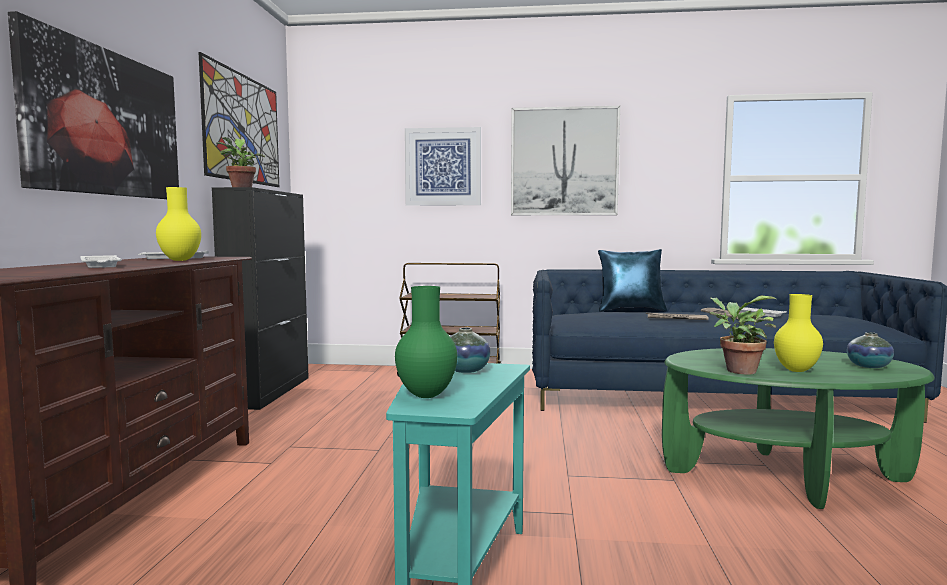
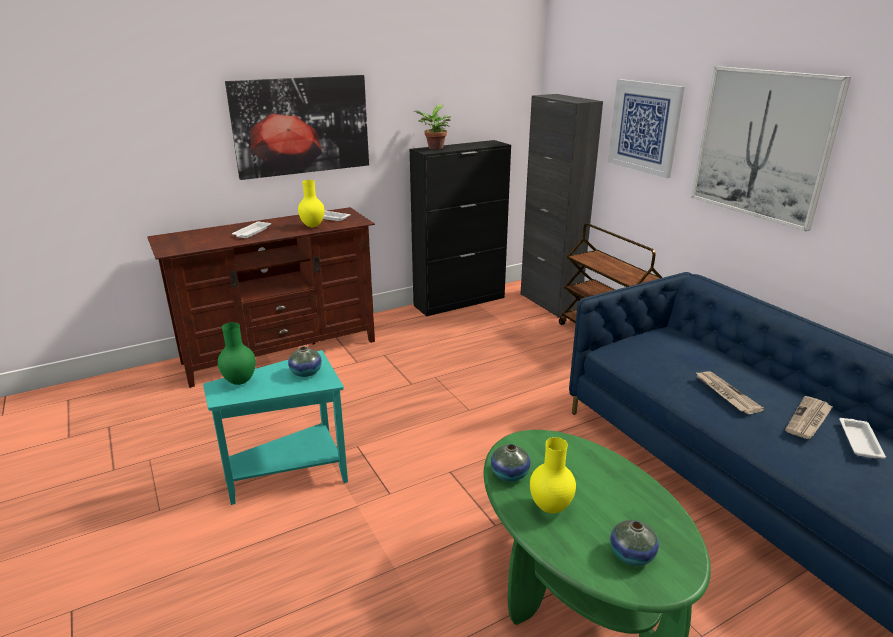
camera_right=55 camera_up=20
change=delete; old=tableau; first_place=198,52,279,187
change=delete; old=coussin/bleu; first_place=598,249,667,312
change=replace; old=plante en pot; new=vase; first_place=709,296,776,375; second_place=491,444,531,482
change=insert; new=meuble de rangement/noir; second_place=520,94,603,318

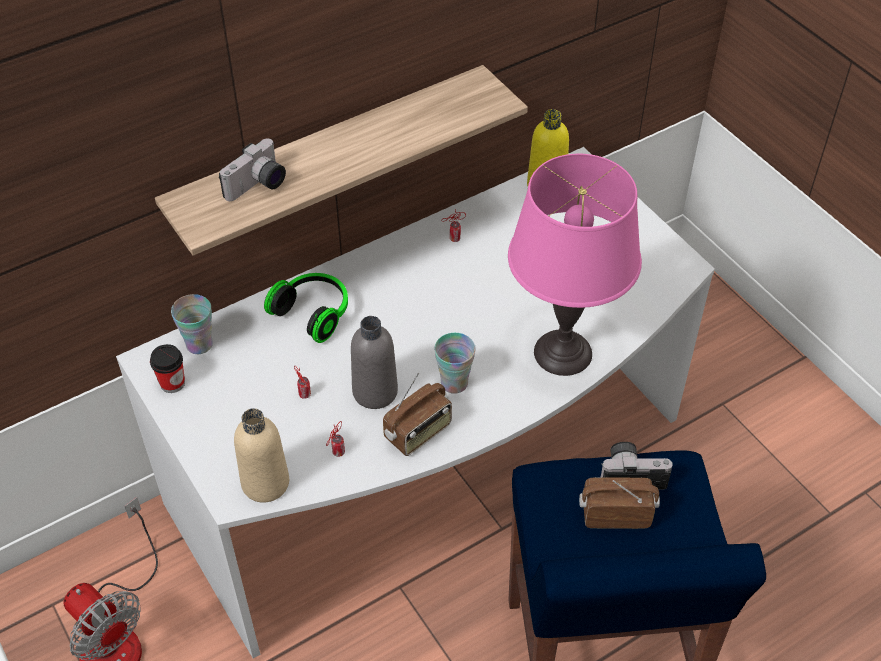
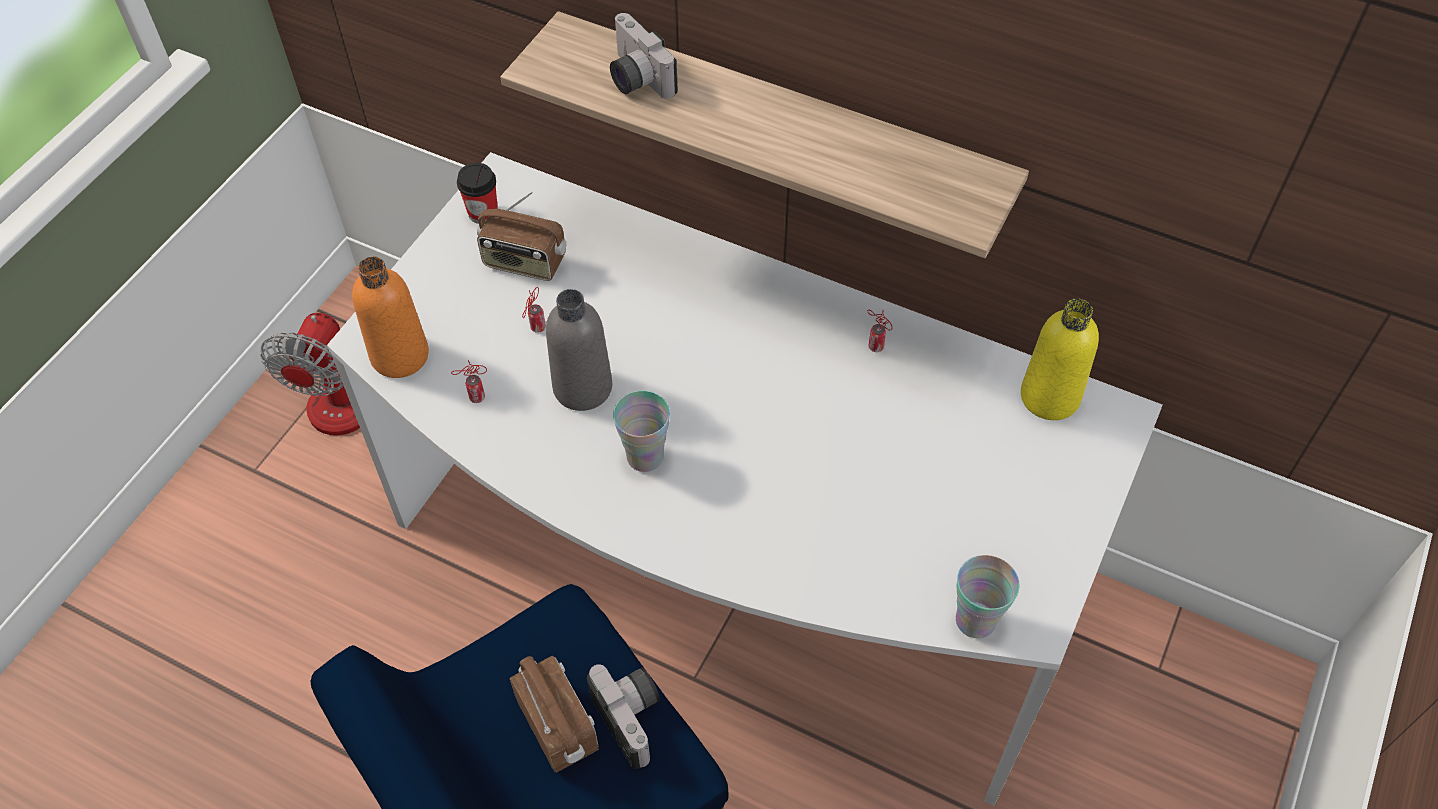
camera_right=60 camera_up=5
change=rotate; old=appareil photo; first_place=219,138,286,201; second_place=610,13,678,99; degrees=45
change=delete; old=lampe de table/rose; first_place=508,154,642,376
change=delete; old=casque audio; first_place=264,273,348,343
change=move; old=tasse; first_place=171,294,213,354; second_place=956,555,1019,639
change=move; old=radio; first_place=383,373,452,456; second_place=477,192,566,281
change=recolor; old=bouteille/beige; new=bouteille/orange; first_place=234,408,289,503; second_place=352,256,429,378

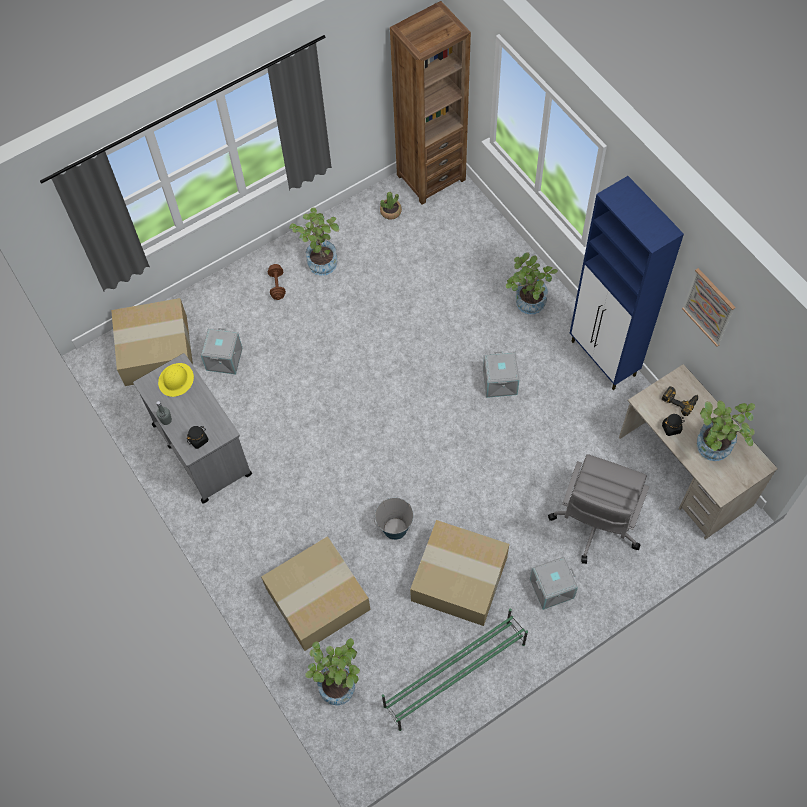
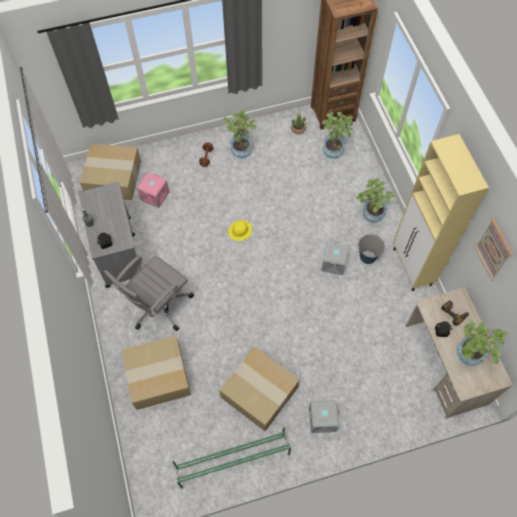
camera_right=15 camera_up=0
change=recolor; old=meuble de rangement/bleu; new=meuble de rangement/beige; first_place=570,176,684,390; second_place=393,134,489,291
change=recolor; old=boîte de rangement/gris; new=boîte de rangement/rose; first_place=201,328,243,374; second_place=137,172,169,208
change=move; old=casque de chantier/jaune; first_place=158,363,194,397; second_place=228,220,252,241
change=move; old=chaise de bureau/gris; first_place=548,454,649,564; second_place=104,255,194,331
change=move; old=seau; first_place=374,498,414,540; second_place=357,234,385,264
change=move; old=plante en pot; first_place=305,638,360,706; second_place=322,112,353,159

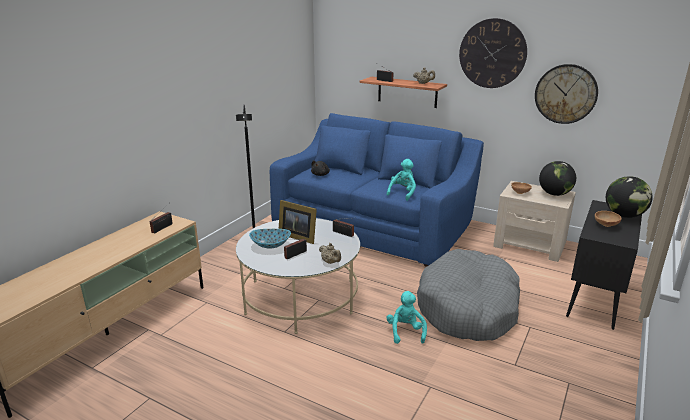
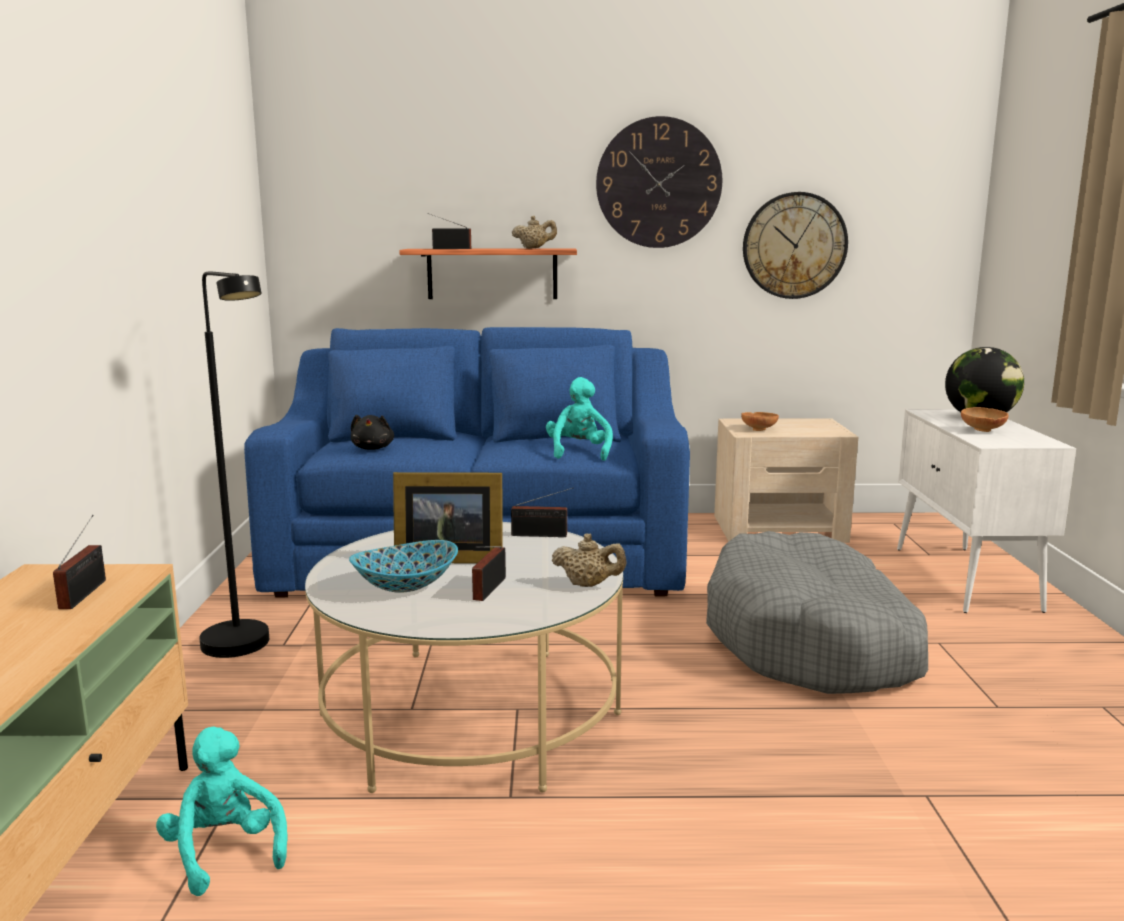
camera_right=-30 camera_up=-10
change=delete; old=globe; first_place=539,161,576,196
change=recolor; old=meuble de rangement/noir; new=meuble de rangement/blanc; first_place=566,200,642,330; second_place=897,409,1076,613
change=move; old=peluche/turquoise; first_place=386,291,427,344; second_place=156,726,288,896

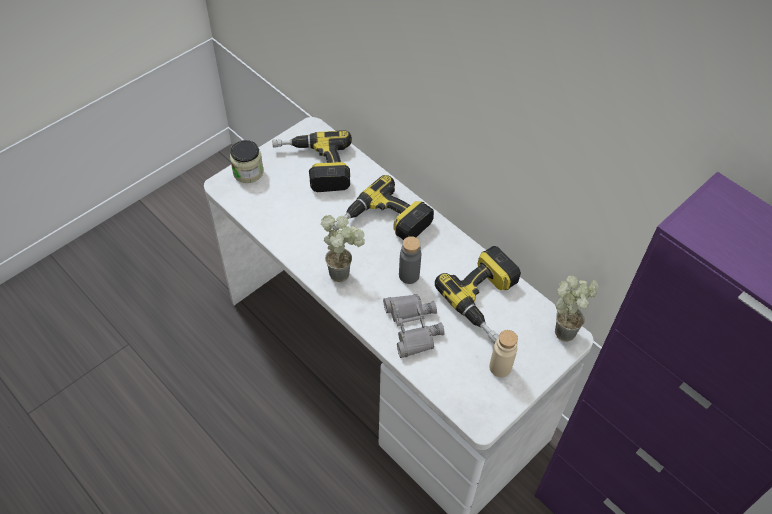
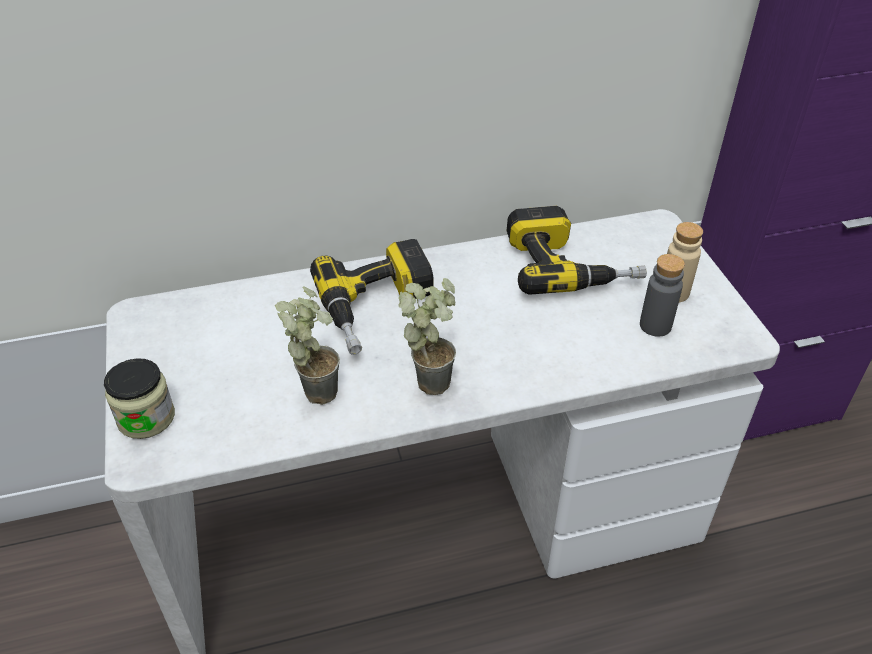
camera_right=-60 camera_up=-10
change=delete; old=perceuse; first_place=272,130,352,192
change=move; old=bouteille/gris; first_place=399,236,421,284; second_place=640,254,685,337
change=move; old=plante en pot; first_place=555,276,599,342; second_place=275,286,340,405
change=delete; old=jumelles/gris; first_place=383,294,445,358

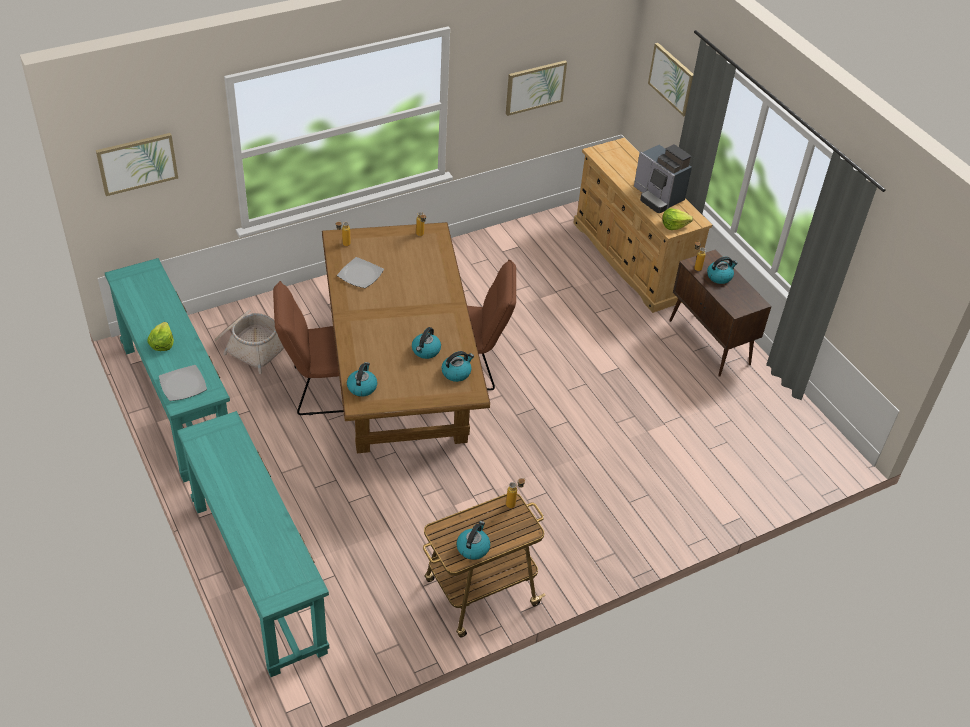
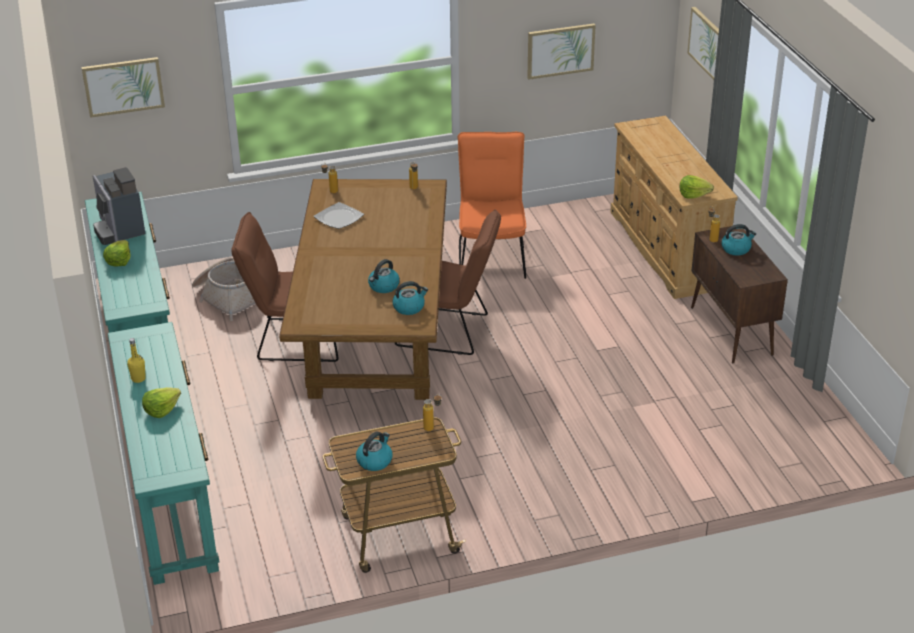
camera_right=15 camera_up=-10
change=move; old=machine à café; first_place=634,144,692,213; second_place=93,167,146,245
change=delete; old=bouilloire; first_place=347,362,377,397
change=delete; old=assiette; first_place=159,365,207,401
change=insert; new=chaise/orange; second_place=458,132,526,279
change=insert; new=bouteille/jaune; second_place=127,338,146,383
change=insert; new=laitue; second_place=142,387,181,418

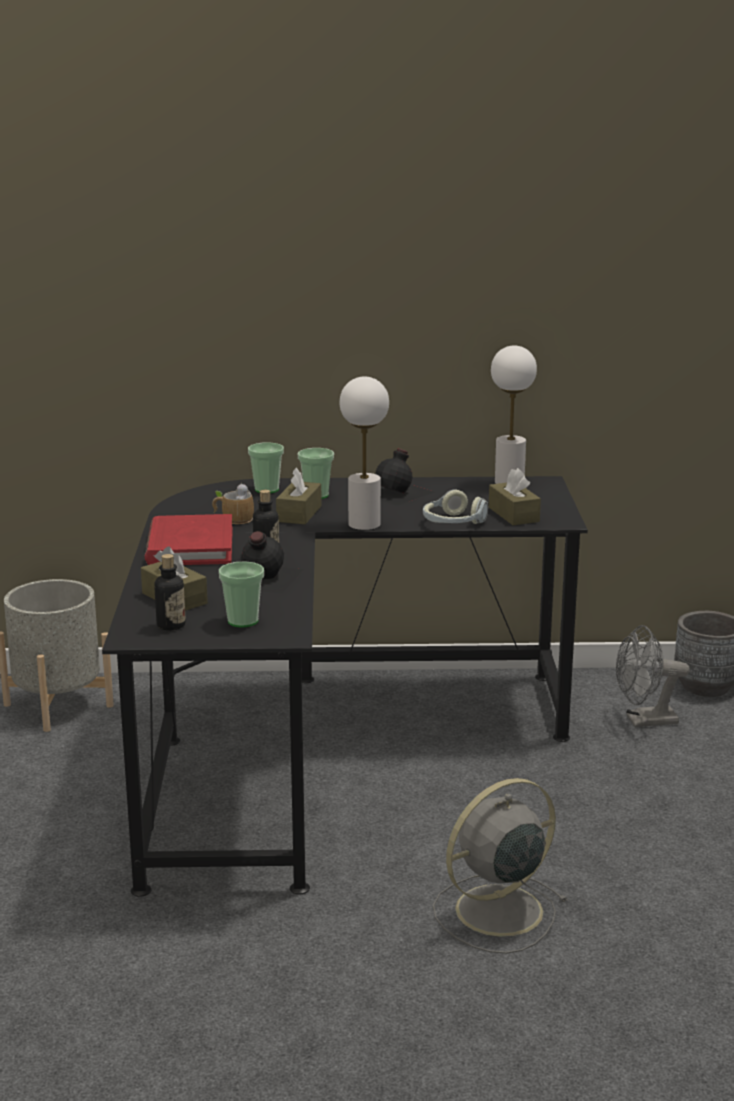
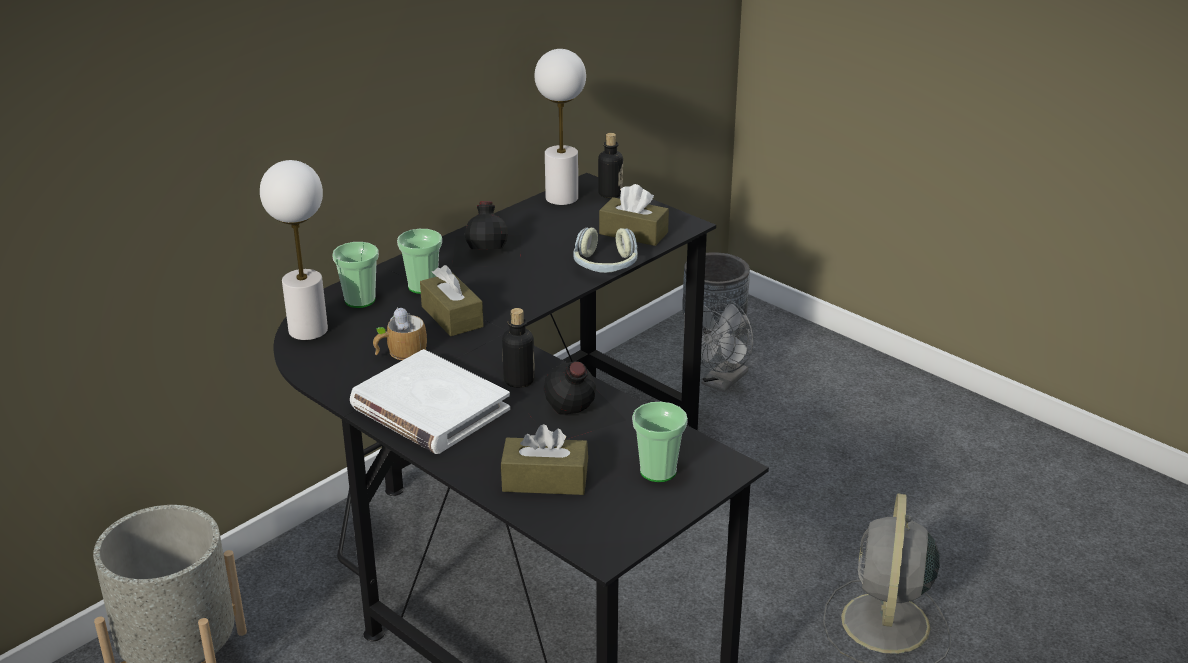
camera_right=-45 camera_up=10
change=move; old=lampe de table/blanc; first_place=340,376,389,530; second_place=260,160,328,340
change=recolor; old=livre/rouge; new=livre/blanc; first_place=145,514,233,565; second_place=350,349,510,454
change=move; old=bouteille; first_place=154,554,186,630; second_place=598,133,623,198

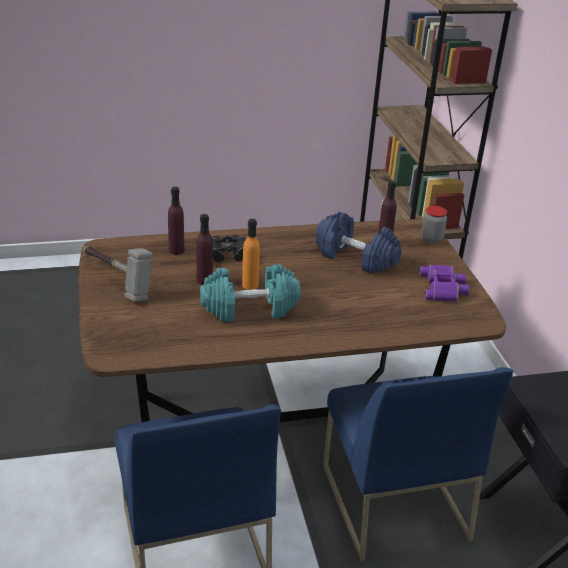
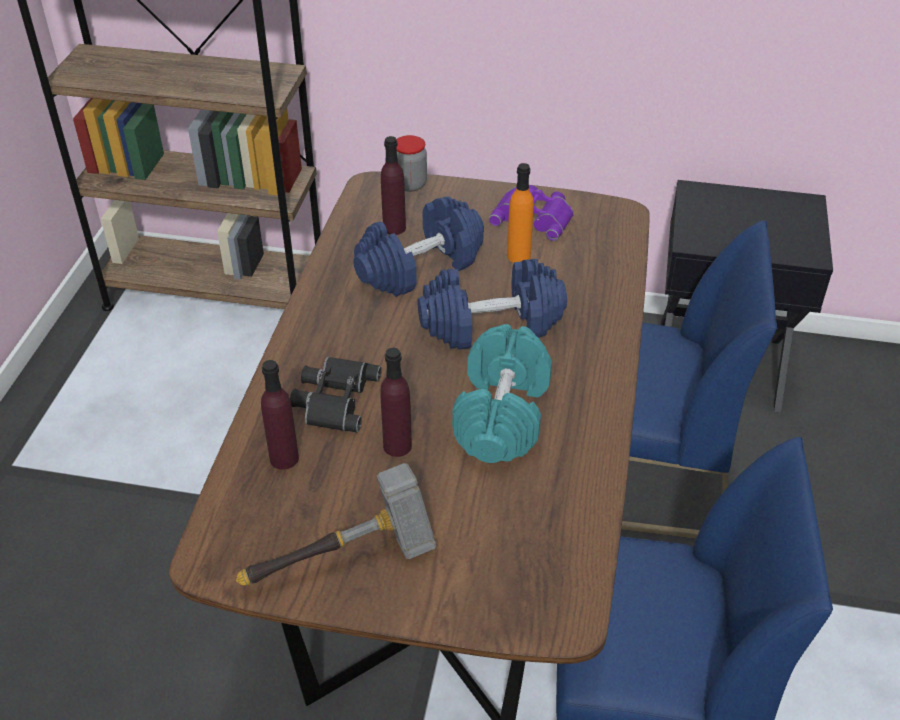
camera_right=-65 camera_up=10
change=move; old=bouteille/orange; first_place=242,219,260,290; second_place=507,163,534,263
change=insert; new=haltère/bleu; second_place=418,259,567,350

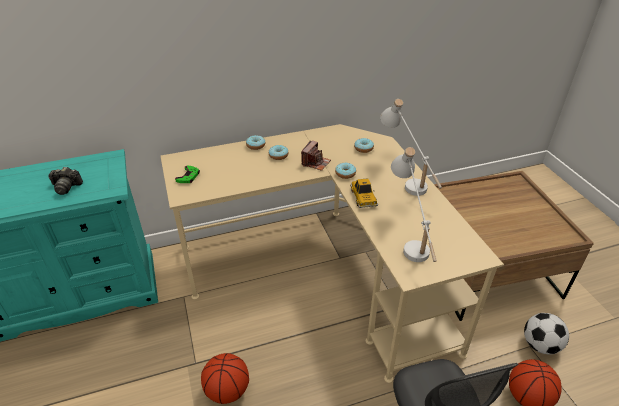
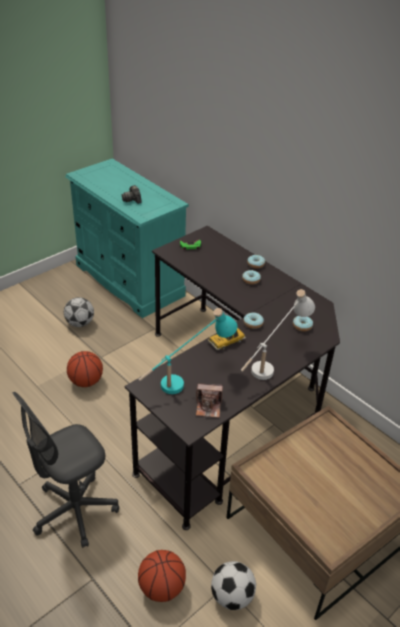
camera_right=65 camera_up=0
change=recolor; old=bureau/beige; new=bureau/noir; first_place=160,124,504,383; second_place=125,226,340,530
change=move; old=appareil photo; first_place=301,140,331,171; second_place=196,384,223,418
change=recolor; old=lampe de table/blanc; new=lampe de table/turquoise; first_place=391,147,437,262; second_place=139,308,238,394
change=insert; new=ballon de foot; second_place=64,297,94,327

